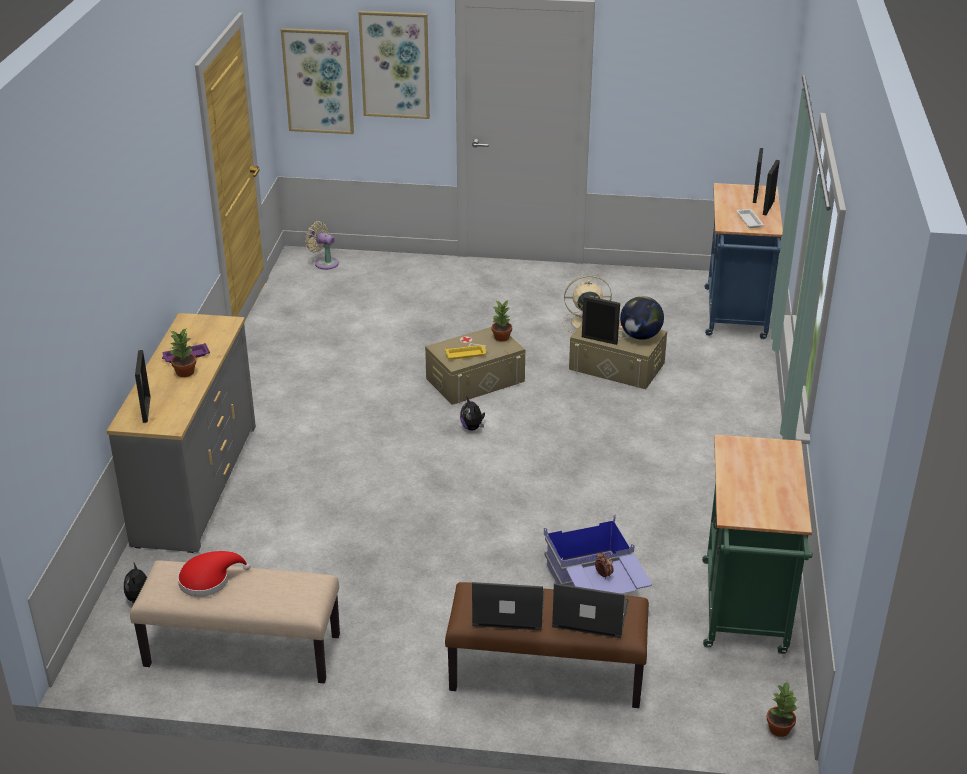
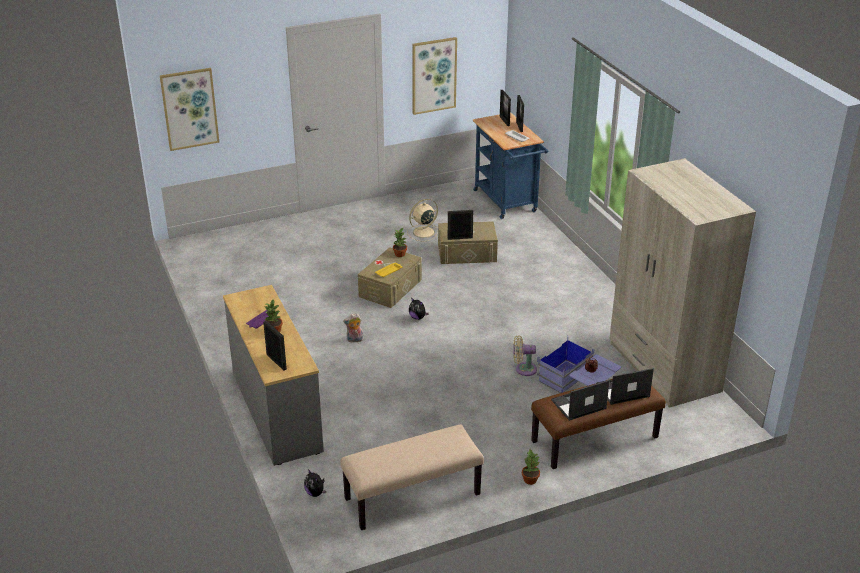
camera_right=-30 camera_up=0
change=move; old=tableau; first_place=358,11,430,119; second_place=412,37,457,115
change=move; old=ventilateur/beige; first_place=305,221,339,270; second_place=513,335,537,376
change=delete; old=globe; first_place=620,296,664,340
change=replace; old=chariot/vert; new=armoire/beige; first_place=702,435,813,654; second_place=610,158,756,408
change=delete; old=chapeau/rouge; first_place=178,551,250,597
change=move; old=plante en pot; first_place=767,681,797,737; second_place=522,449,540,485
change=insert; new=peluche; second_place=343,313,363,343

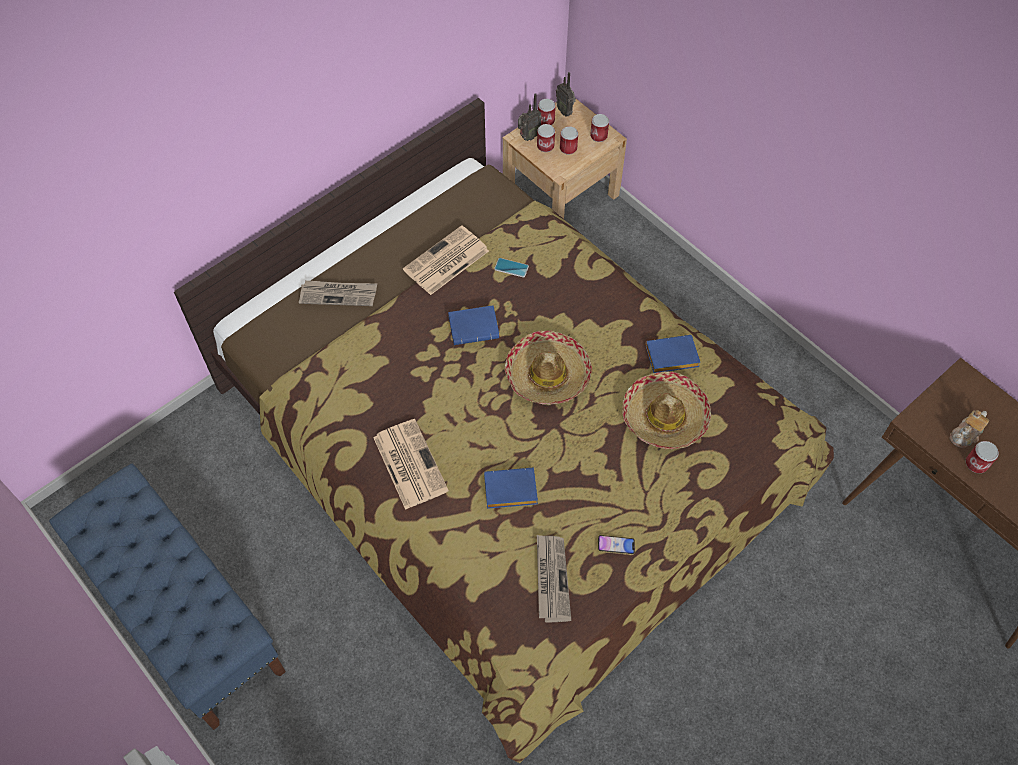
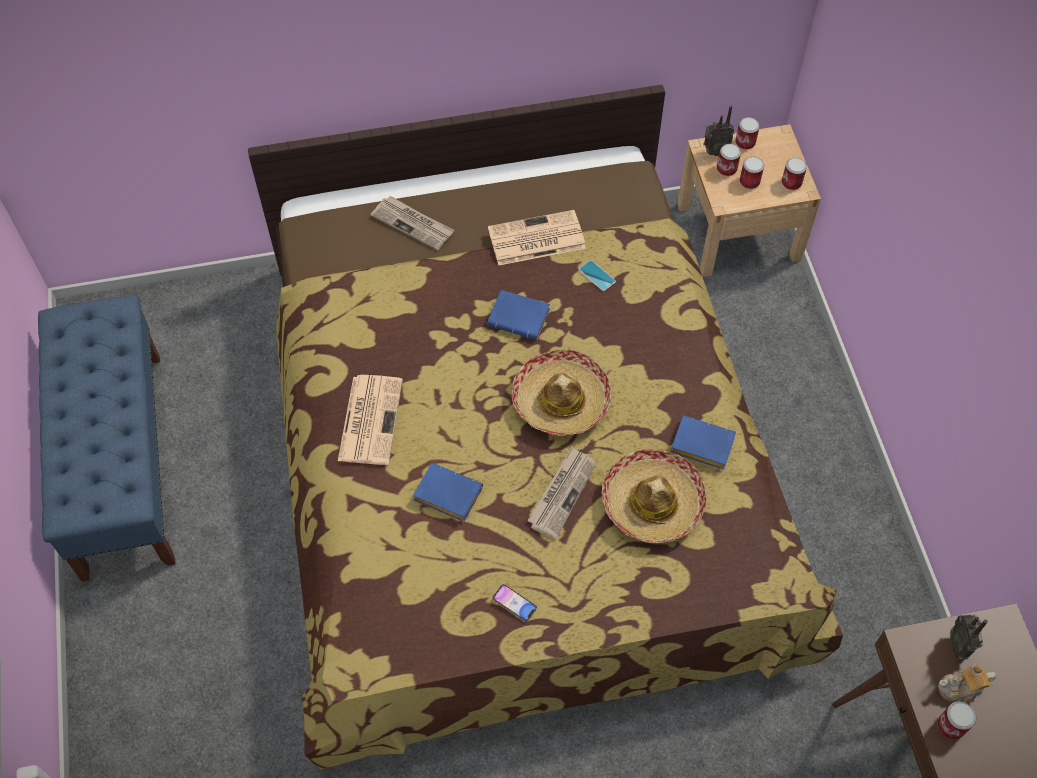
camera_right=30 camera_up=0
change=move; old=radio; first_place=556,72,576,117; second_place=951,615,988,660
change=move; old=journal; first_place=537,535,571,623; second_place=527,446,596,539

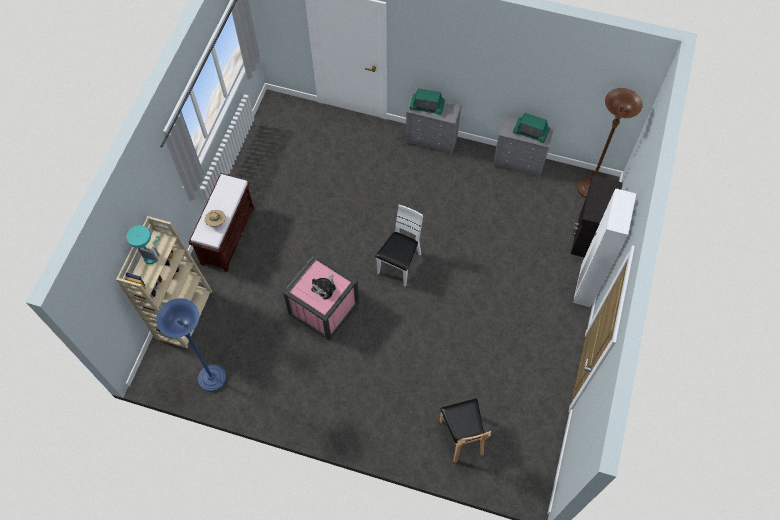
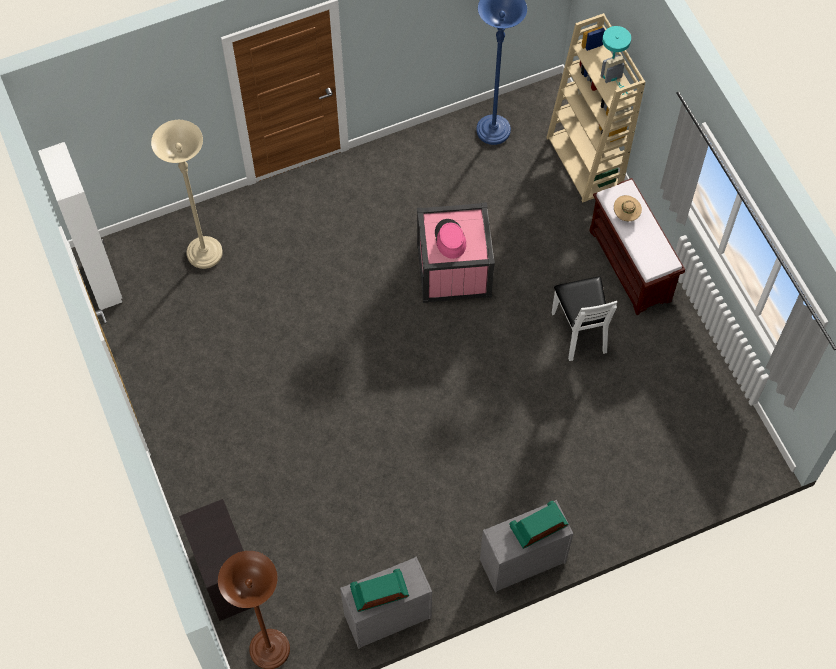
camera_right=140 camera_up=0
change=move; old=armoire/blanc; first_place=573,189,636,307; second_place=38,142,122,310
change=move; old=chaise/blanc; first_place=375,205,423,287; second_place=552,277,617,361
change=replace; old=peluche; new=chapeau/rose; first_place=311,275,336,300; second_place=435,219,466,259
change=replace; old=chaise/marron; new=lampadaire/beige; first_place=439,399,491,463; second_place=151,120,223,269

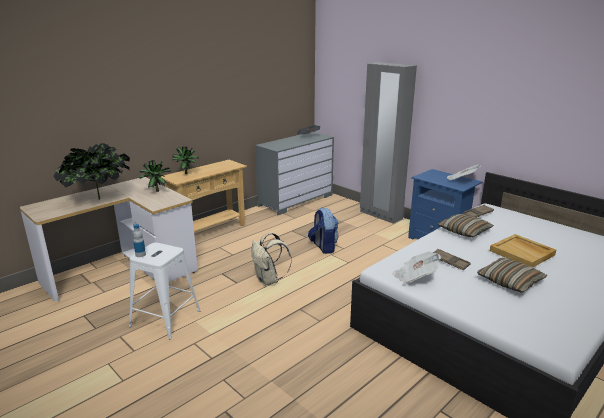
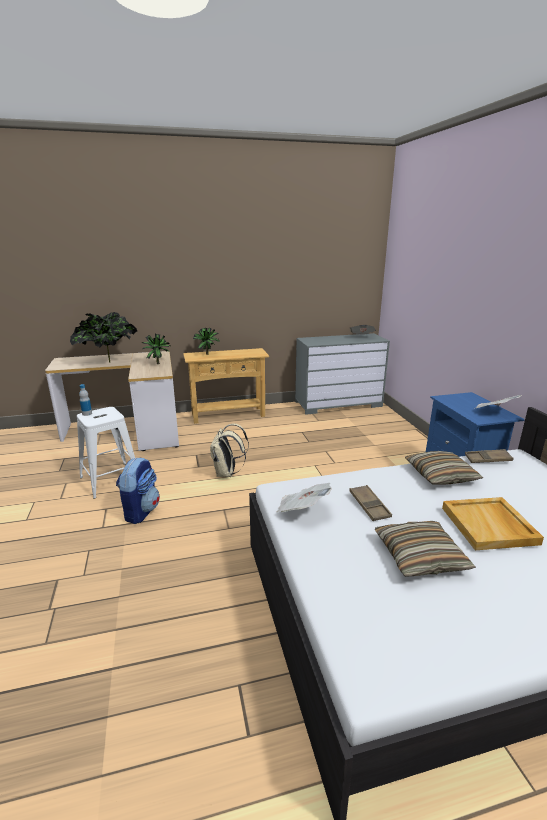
camera_right=30 camera_up=0
change=delete; old=armoire/gris; first_place=360,62,417,224
change=move; old=sac à dos; first_place=308,208,339,254; second_place=116,457,160,524

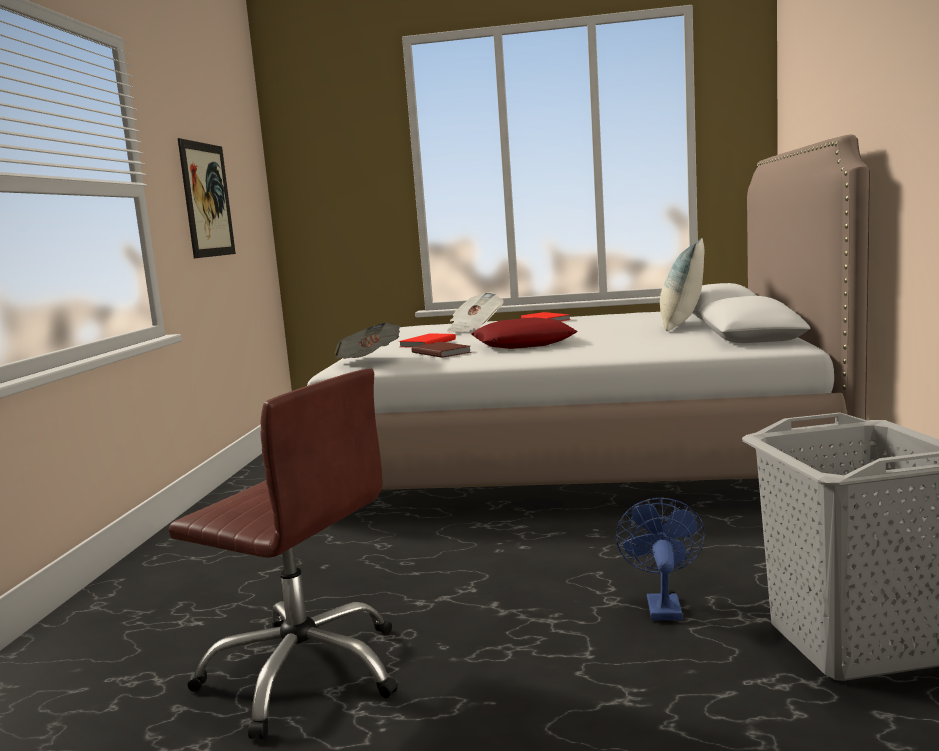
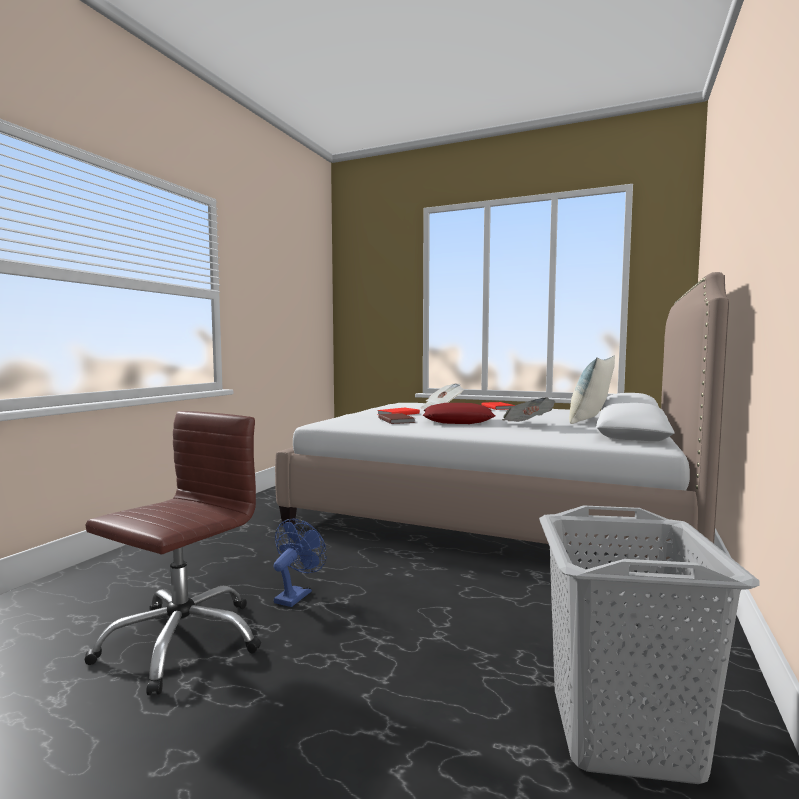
camera_right=15 camera_up=-5
change=delete; old=tableau; first_place=178,138,236,258
change=move; old=journal; first_place=334,323,400,359; second_place=502,397,556,422
change=rotate; old=chaise de bureau/marron; first_place=169,368,398,739; second_place=84,411,261,695; degrees=-105
change=move; old=ventilateur/bleu; first_place=616,498,705,620; second_place=274,519,327,607

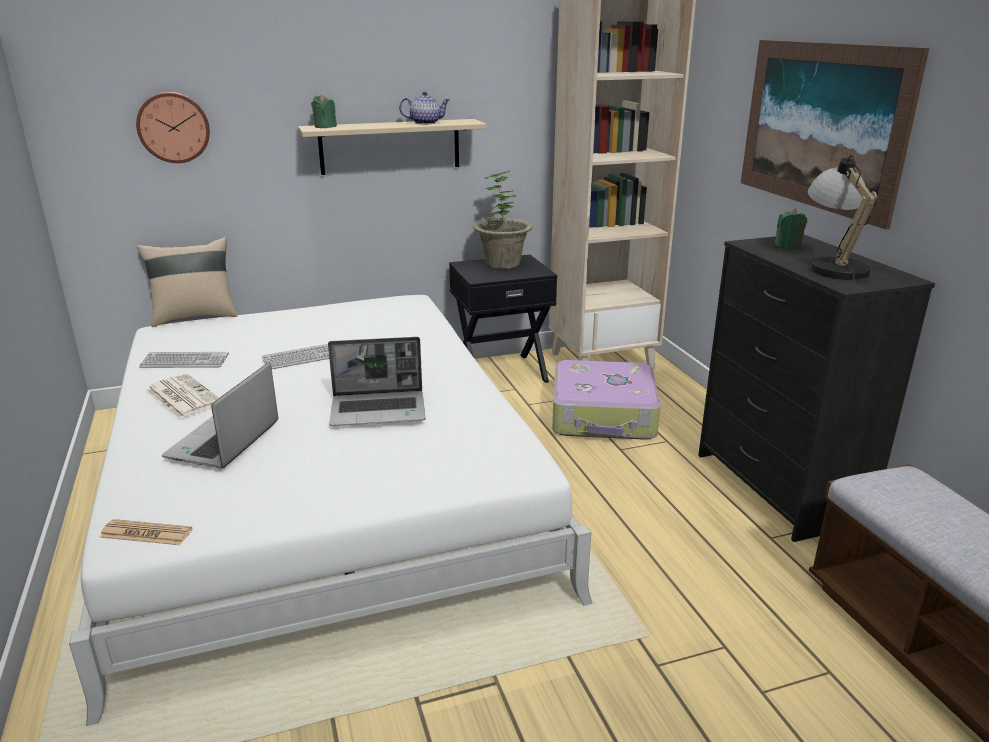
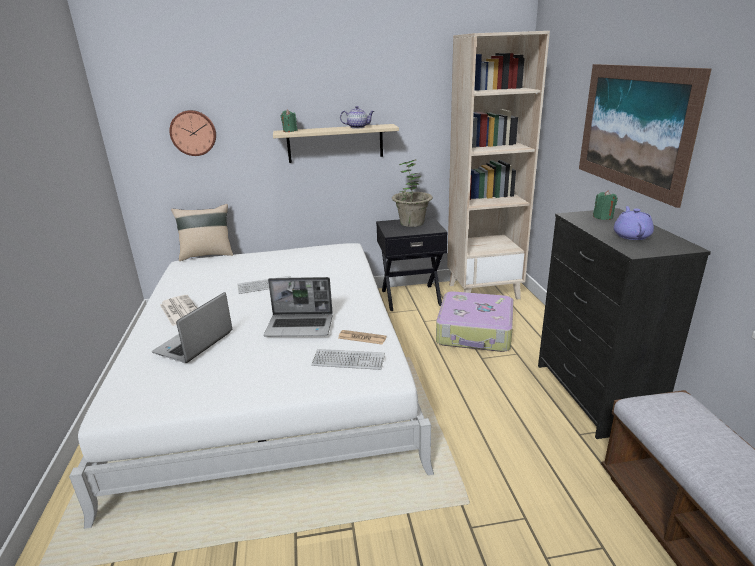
camera_right=10 camera_up=0
change=replace; old=lampe de table; new=théière/violet; first_place=808,155,877,287; second_place=614,206,654,240
change=move; old=clavier; first_place=139,352,229,368; second_place=311,349,385,370
change=move; old=journal; first_place=99,519,192,545; second_place=338,330,387,345

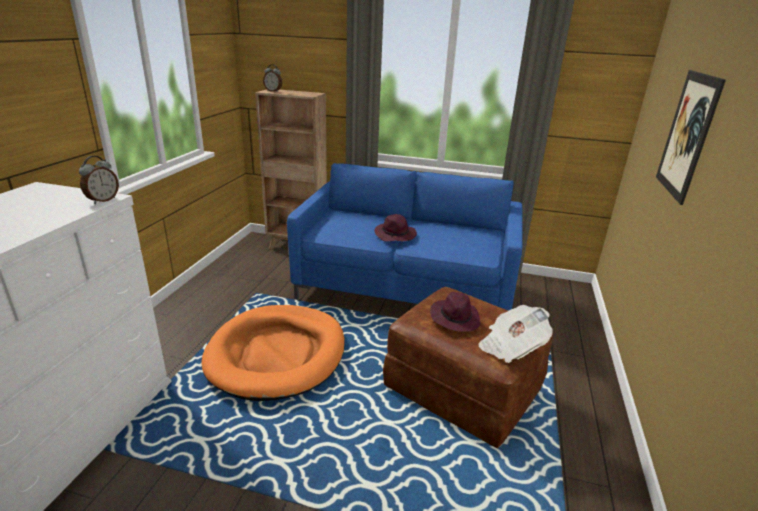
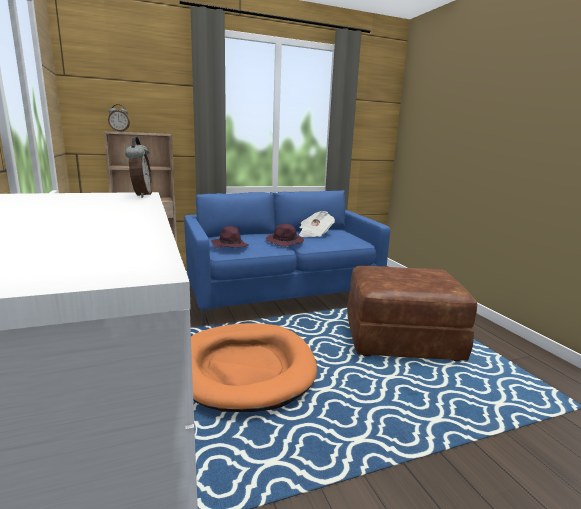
camera_right=-35 camera_up=-10
change=delete; old=tableau; first_place=656,70,726,205
change=move; old=chapeau/violet; first_place=430,292,481,332; second_place=211,226,249,248
change=move; old=journal; first_place=479,305,553,363; second_place=299,211,335,237

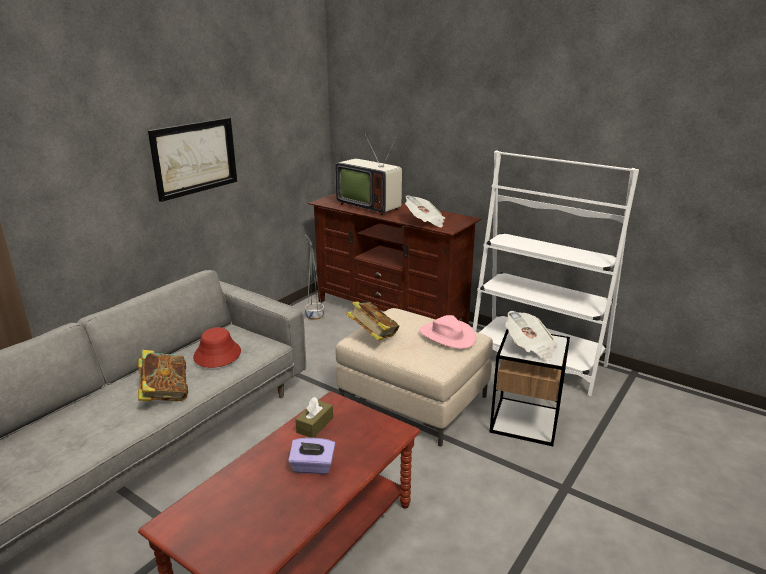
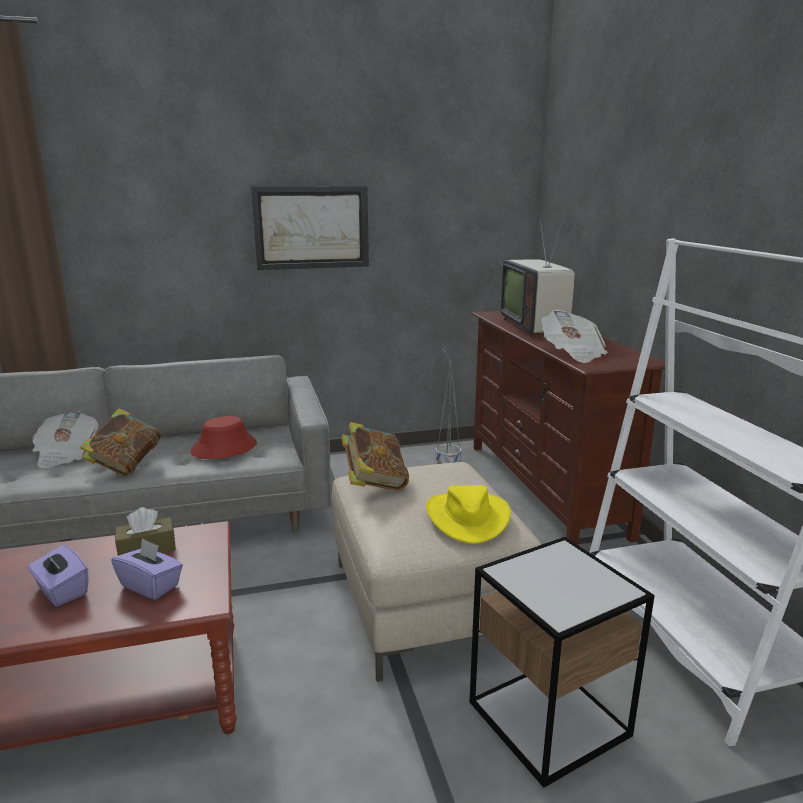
camera_right=40 camera_up=-5
change=move; old=journal; first_place=505,311,557,361; second_place=32,411,99,468
change=recolor; old=chapeau/rose; new=chapeau/jaune; first_place=419,315,476,349; second_place=426,485,511,544
change=insert; new=boîte à mouchoirs/violet; second_place=111,538,183,600

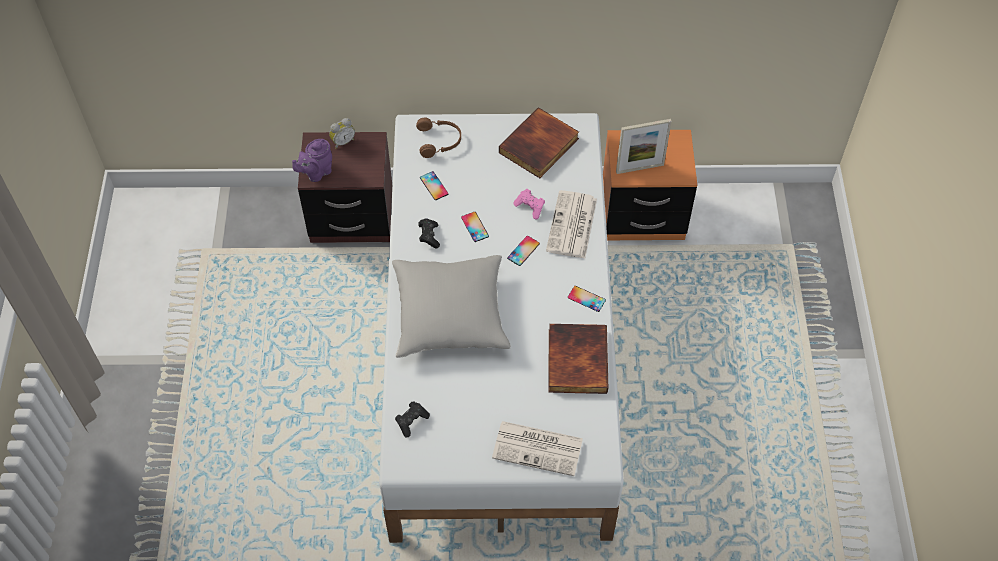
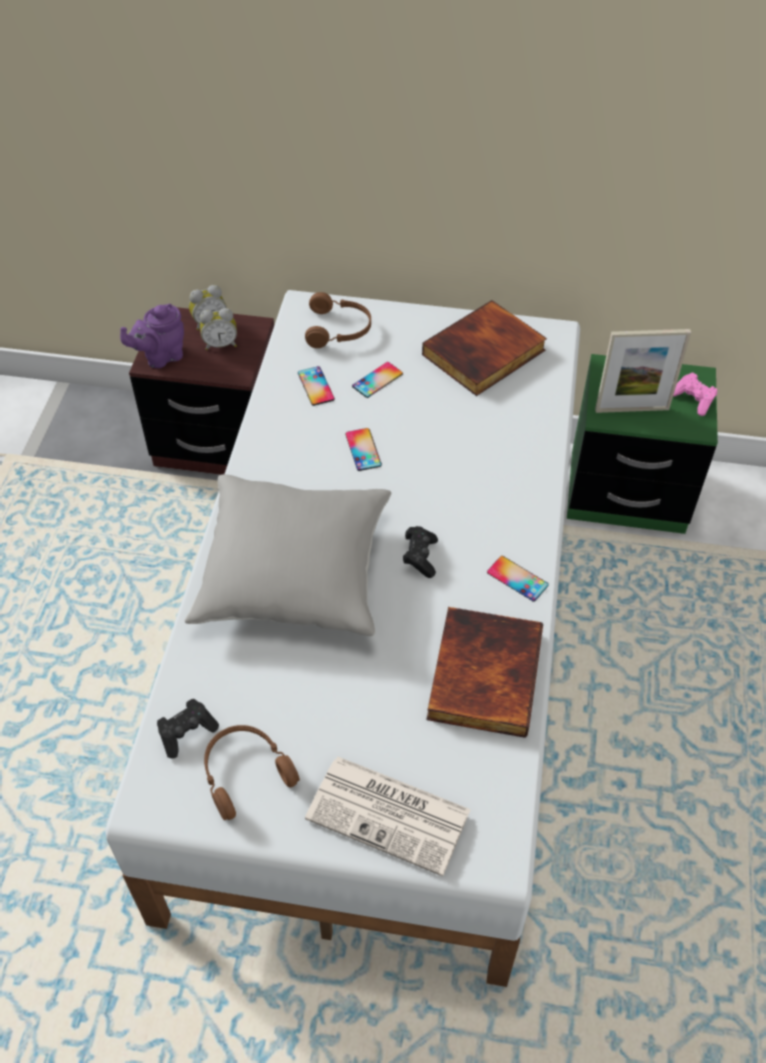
camera_right=10 camera_up=-5
change=recolor; old=table de chevet/orange; new=table de chevet/vert; first_place=603,130,697,240; second_place=567,354,718,534
change=move; old=manette/rose; first_place=514,189,545,219; second_place=673,372,717,416
change=delete; old=journal; first_place=546,190,597,259
change=move; old=manette/noir; first_place=419,219,440,249; second_place=403,526,438,578
change=move; old=téléphone; first_place=507,236,540,266; second_place=352,362,403,398
change=insert; new=réveil; second_place=200,308,237,350
change=insert; new=casque audio/marron; second_place=204,725,300,820

